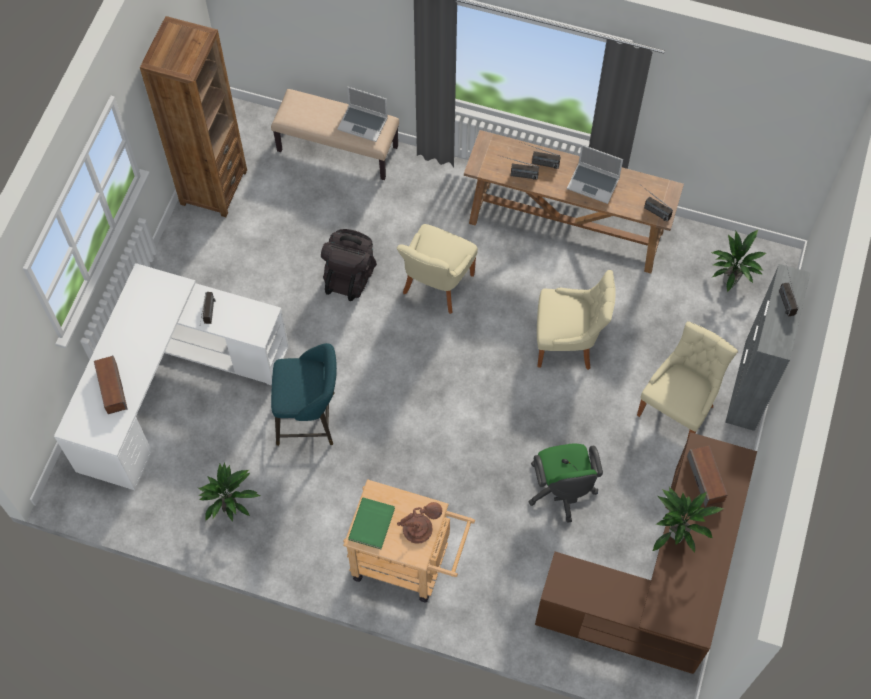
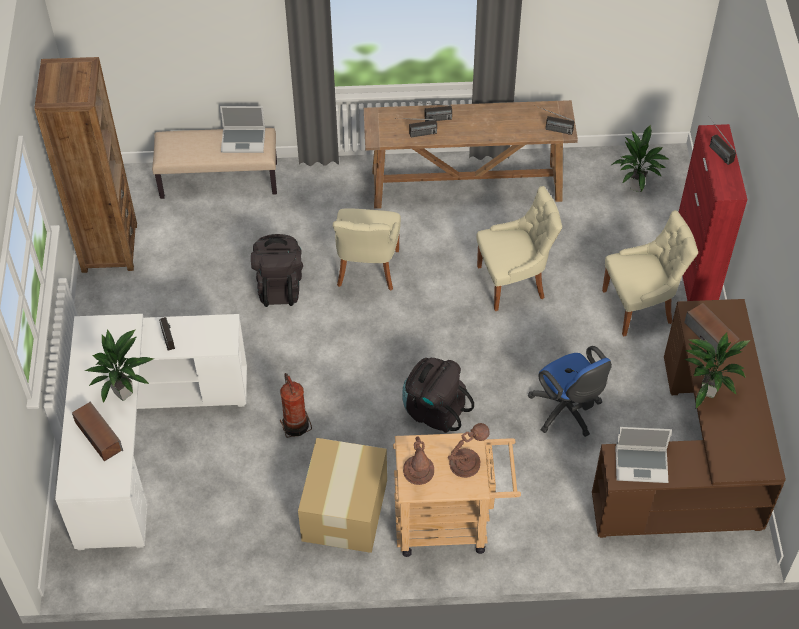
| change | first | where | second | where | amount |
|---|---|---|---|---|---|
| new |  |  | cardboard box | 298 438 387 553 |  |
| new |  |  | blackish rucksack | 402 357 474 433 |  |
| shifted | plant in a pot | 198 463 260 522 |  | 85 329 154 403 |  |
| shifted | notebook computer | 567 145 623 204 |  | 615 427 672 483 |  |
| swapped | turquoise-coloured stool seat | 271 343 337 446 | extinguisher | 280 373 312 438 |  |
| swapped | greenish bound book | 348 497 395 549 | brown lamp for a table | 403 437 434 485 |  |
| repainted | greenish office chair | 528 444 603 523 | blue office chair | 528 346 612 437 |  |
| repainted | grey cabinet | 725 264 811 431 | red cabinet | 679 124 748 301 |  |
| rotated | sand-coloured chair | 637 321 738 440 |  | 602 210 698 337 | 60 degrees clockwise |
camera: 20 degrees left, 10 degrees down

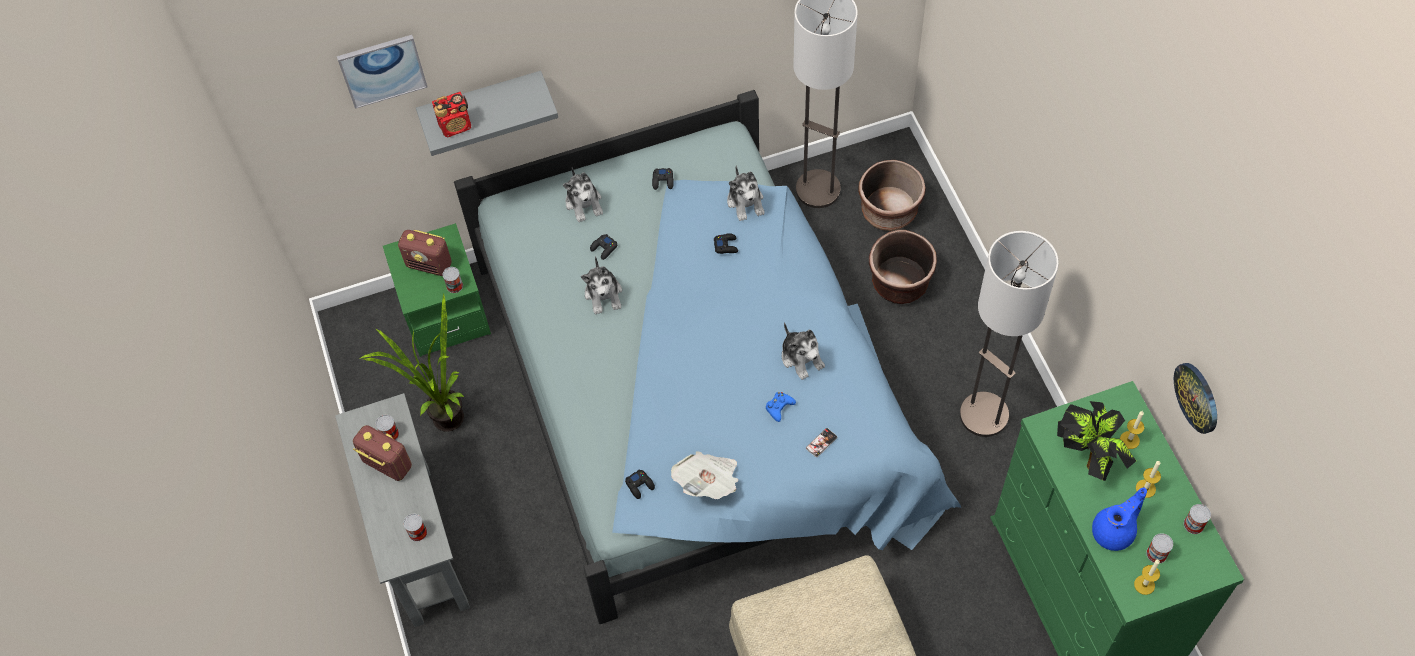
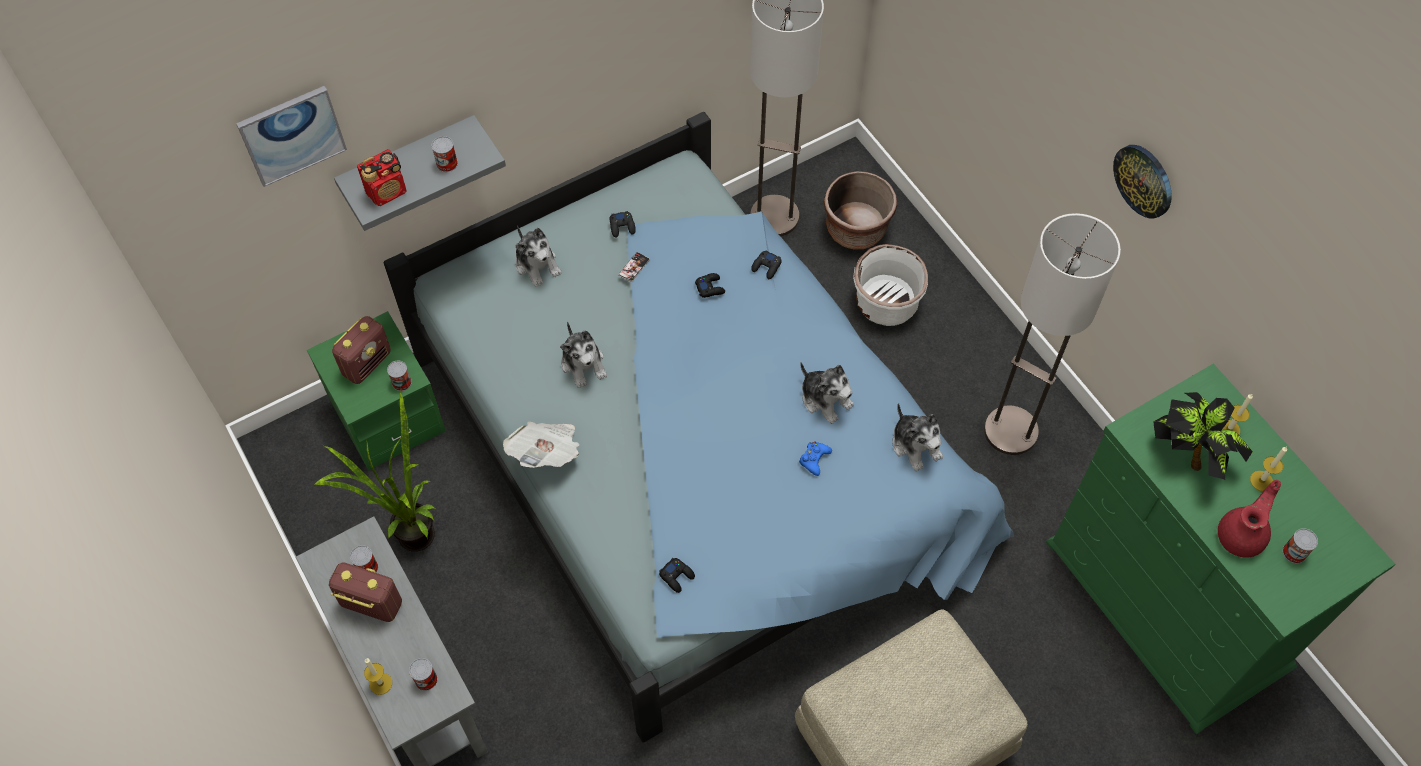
| change | first | where | second | where | amount |
|---|---|---|---|---|---|
| shifted | blackish joypad | 590 234 617 260 |  | 751 250 782 279 |  |
| shifted | newspaper | 671 451 738 499 |  | 503 422 580 468 |  |
| shifted | soft toy | 727 165 765 221 |  | 892 403 943 472 |  |
| shifted | phone | 806 428 837 457 |  | 619 252 650 282 |  |
| shifted | candle | 1134 560 1160 595 |  | 364 658 392 695 |  |
| shifted | clock on the wall | 1174 363 1217 434 |  | 1113 145 1172 219 |  |
| shifted | metal can | 1184 504 1211 534 |  | 431 136 458 172 |  |
| repainted | brown flower pot | 869 230 937 304 | white-coloured flower pot | 853 244 928 326 |  |
| repainted | blue pot for tea | 1092 487 1147 551 | red pot for tea | 1218 480 1281 557 |  |
| rotated | radio receiver | 398 230 452 276 |  | 332 316 391 384 | 60 degrees counterclockwise |
camera: 15 degrees left, 0 degrees up

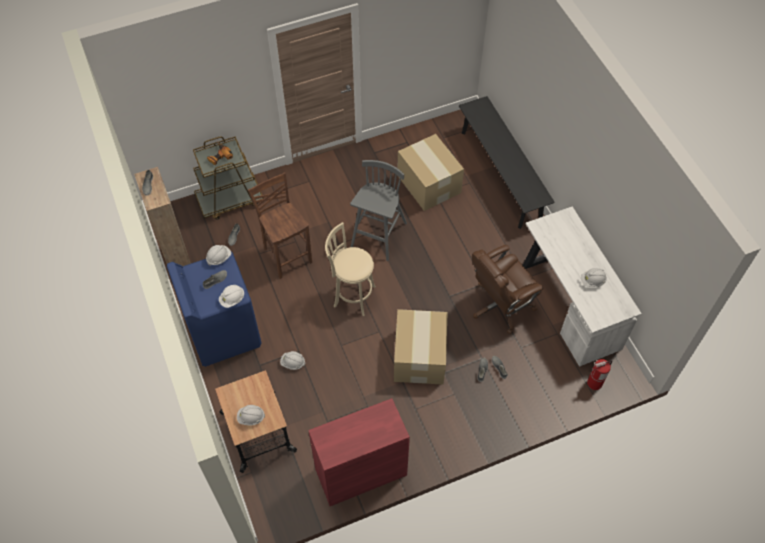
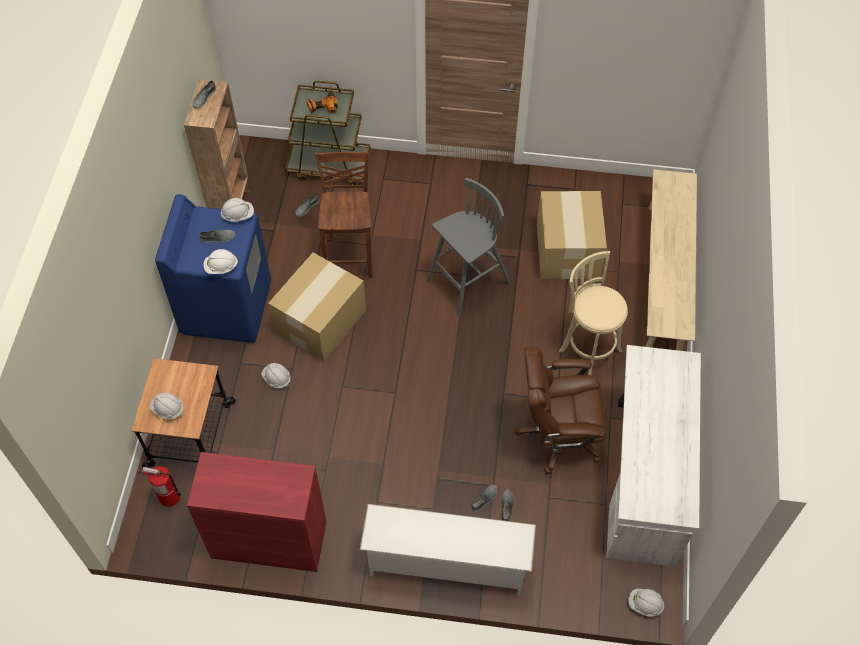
| change | first | where | second | where | amount |
|---|---|---|---|---|---|
| new |  |  | white-coloured shoe shelf | 360 504 536 595 |  |
| shifted | sand-coloured stool seat | 325 222 376 316 |  | 559 251 628 375 |  |
| shifted | cardboard box | 394 309 448 385 |  | 268 253 366 362 |  |
| shifted | white-coloured hard hat | 581 268 607 287 |  | 628 589 664 616 |  |
| shifted | extinguisher | 587 359 612 390 |  | 142 466 181 507 |  |
| repainted | blackish long seat | 459 96 555 229 | sand-coloured long seat | 645 169 697 351 |  |
camera: 30 degrees right, 0 degrees up

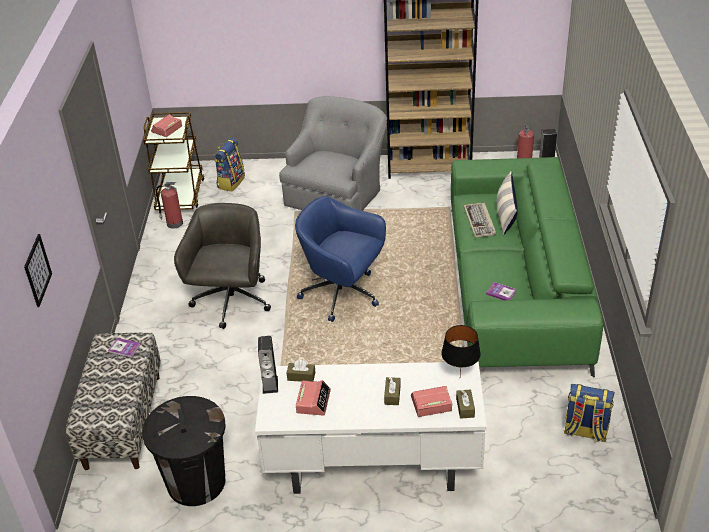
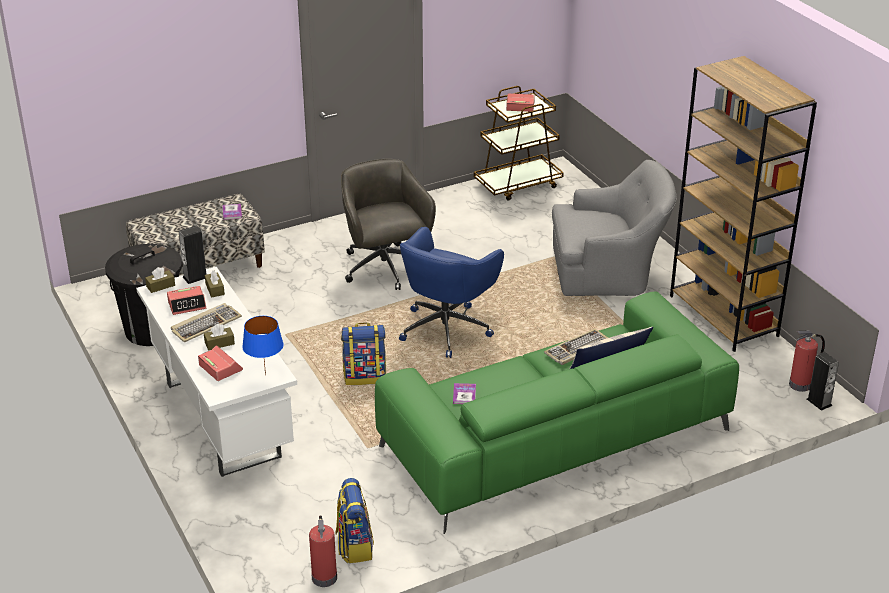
| change | first | where | second | where | amount |
|---|---|---|---|---|---|
| gone | wall picture | 24 234 52 307 |  |  |  |
| new |  |  | computer keyboard | 171 303 242 343 |  |
| shifted | extinguisher | 156 182 183 229 |  | 309 516 337 587 |  |
| shifted | rucksack | 214 138 245 191 |  | 341 323 386 385 |  |
| shifted | brown box of tissues | 456 389 475 419 |  | 145 267 175 293 |  |
| repainted | blackish lamp for a table | 441 325 481 375 | blue lamp for a table | 242 316 283 375 |  |
| rotated | grey office chair | 174 203 271 329 |  | 341 159 436 290 | 90 degrees counterclockwise |
| rotated | blue office chair | 295 196 386 322 |  | 399 227 504 358 | 150 degrees counterclockwise |
camera: 60 degrees right, 5 degrees down

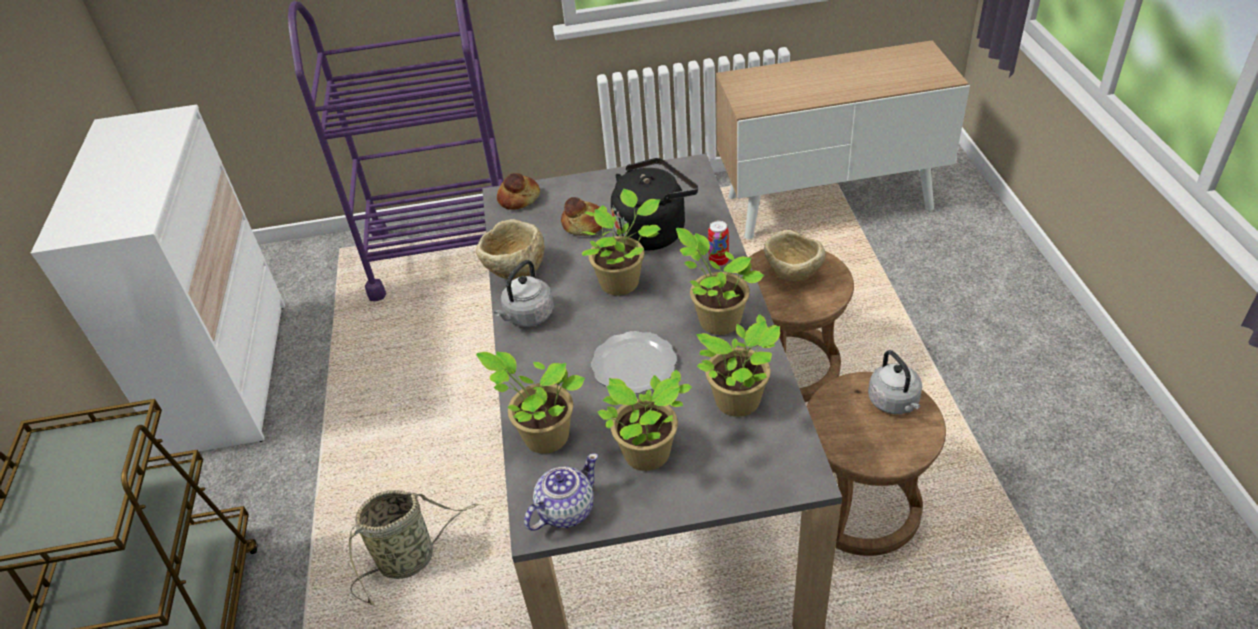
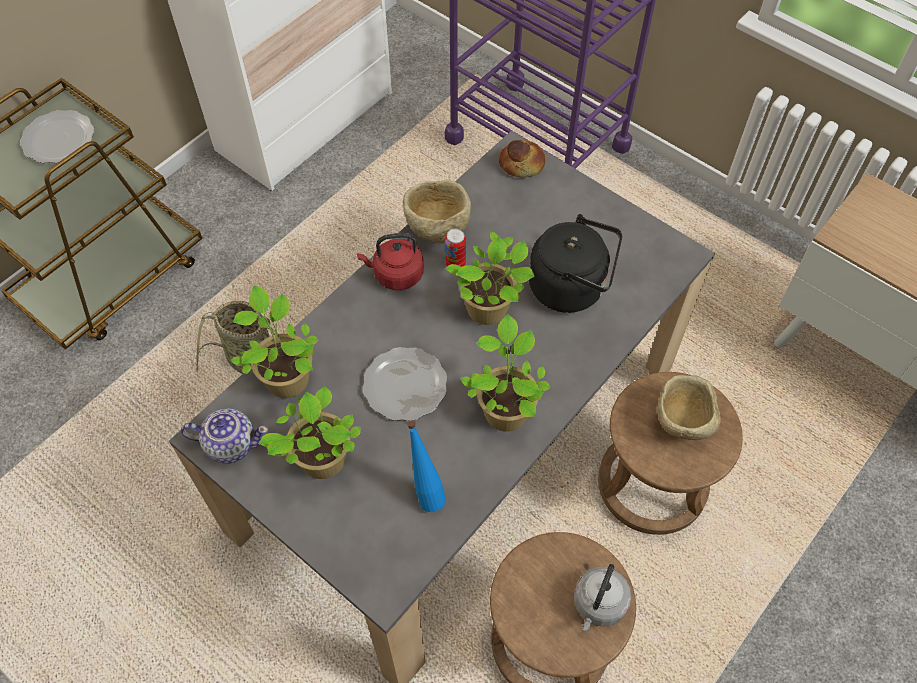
| change | first | where | second | where | amount |
|---|---|---|---|---|---|
| gone | bakery bread | 561 197 602 236 |  |  |  |
| new |  |  | dinner plate | 20 110 95 163 |  |
| shifted | metal can | 708 221 729 267 |  | 445 229 466 267 |  |
| swapped | plant in a pot | 696 314 780 417 | blue drink bottle | 407 420 446 512 |  |
| repainted | grey water kettle | 494 260 554 327 | red water kettle | 357 233 424 290 |  |
camera: 45 degrees right, 15 degrees up

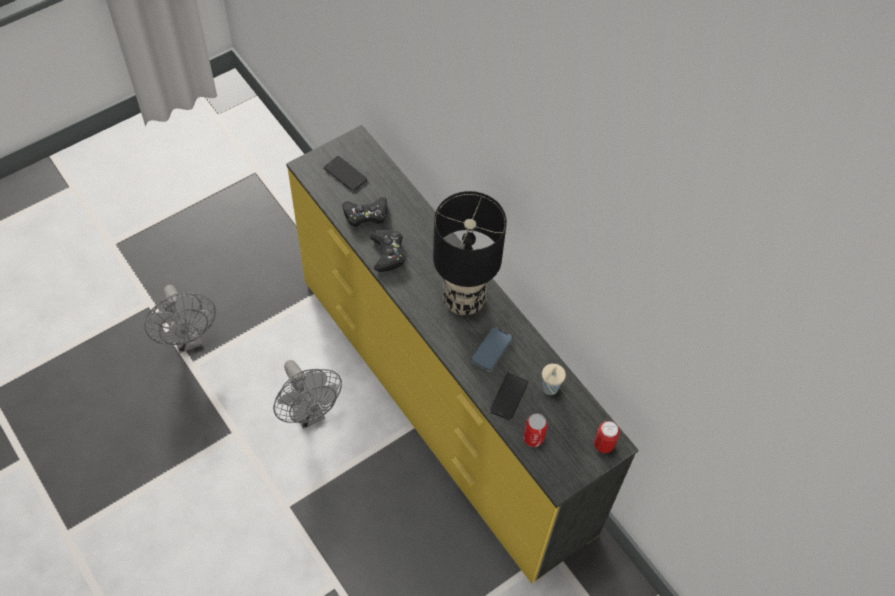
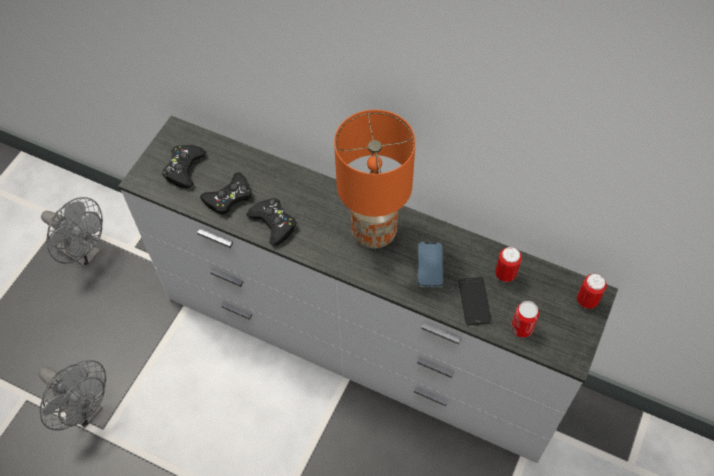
| change | first | where | second | where | amount |
|---|---|---|---|---|---|
| shifted | grey electric fan | 273 360 342 429 |  | 41 197 103 268 |  |
| swapped | phone | 324 156 367 191 | blackish joypad | 162 145 206 189 |  |
| swapped | sand-coloured small cup | 542 364 566 395 | metal can | 495 247 522 282 |  |
| repainted | yellow chest of drawers | 286 125 638 584 | white-coloured chest of drawers | 118 116 619 463 |  |
| repainted | blackish lamp for a table | 433 191 507 315 | orange-coloured lamp for a table | 334 110 416 248 |  |
camera: 25 degrees left, 0 degrees up

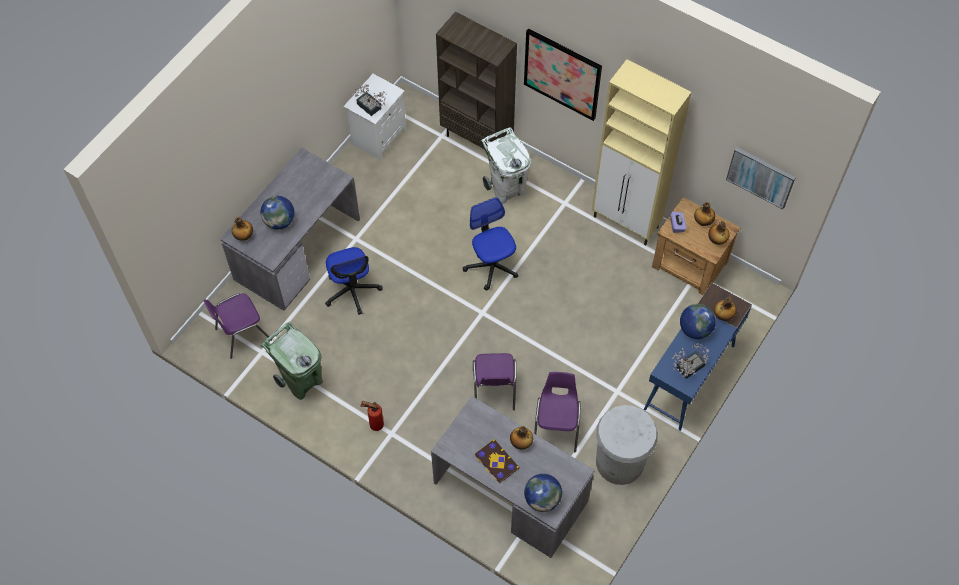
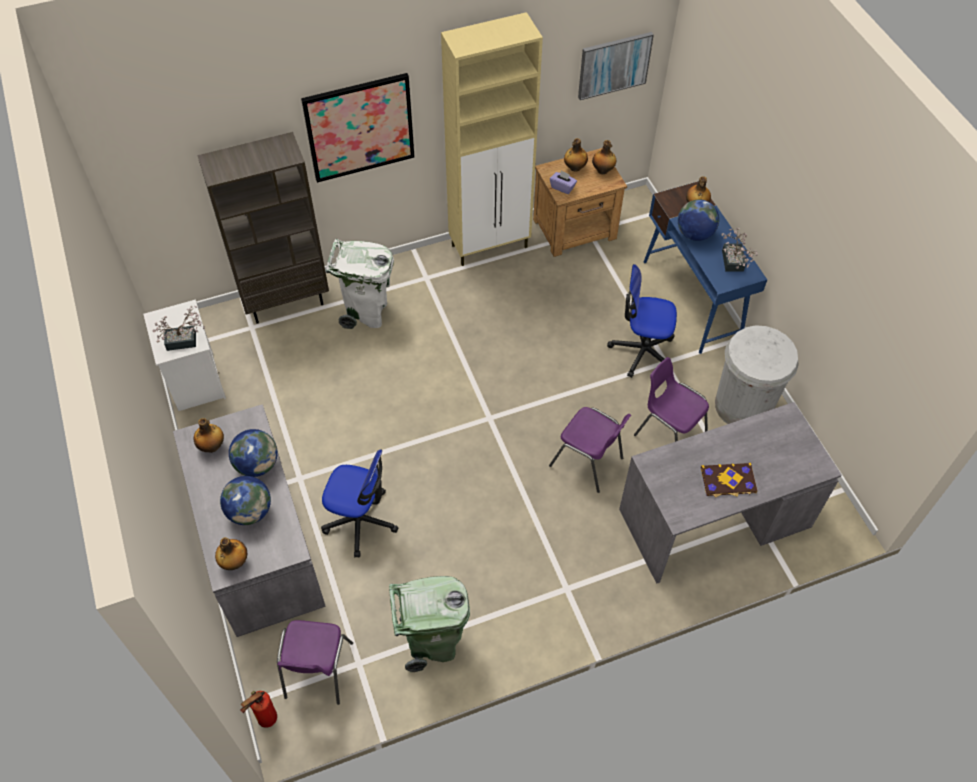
| change | first | where | second | where | amount |
|---|---|---|---|---|---|
| shifted | extinguisher | 360 401 384 431 |  | 241 691 277 728 |  |
| shifted | office chair | 463 197 518 290 |  | 607 264 677 378 |  |
| shifted | drink bottle | 510 426 533 449 |  | 193 418 224 453 |  |
| shifted | world globe | 524 474 562 512 |  | 229 429 278 477 |  |
camera: 55 degrees left, 5 degrees down

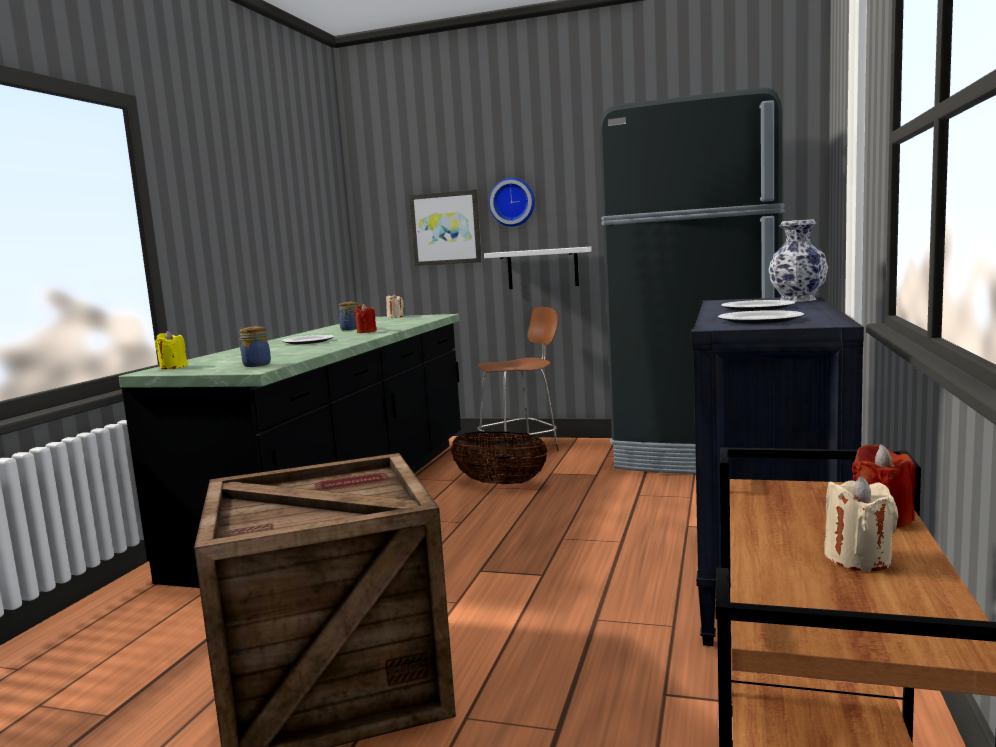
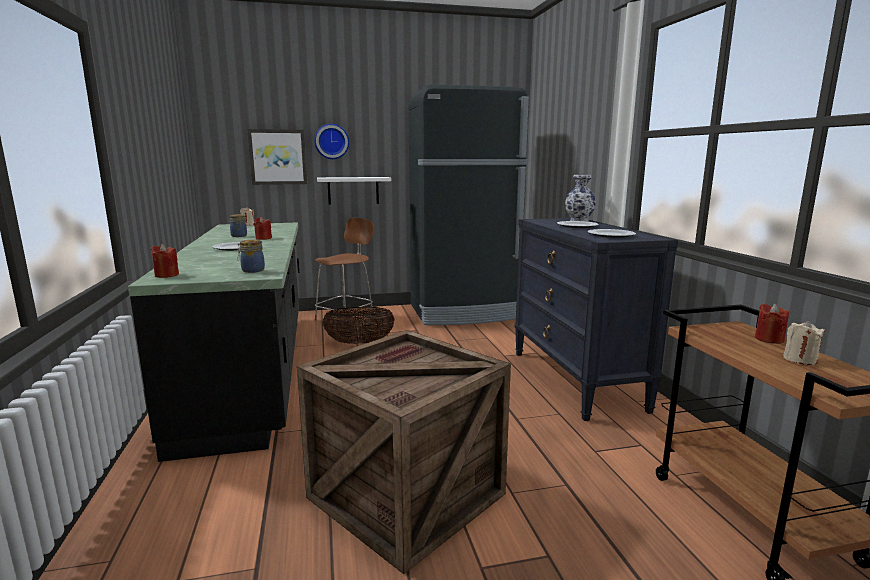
| change | first | where | second | where | amount |
|---|---|---|---|---|---|
| repainted | yellow candle | 155 331 188 369 | red candle | 151 244 179 278 |  |
camera: 30 degrees left, 5 degrees up

